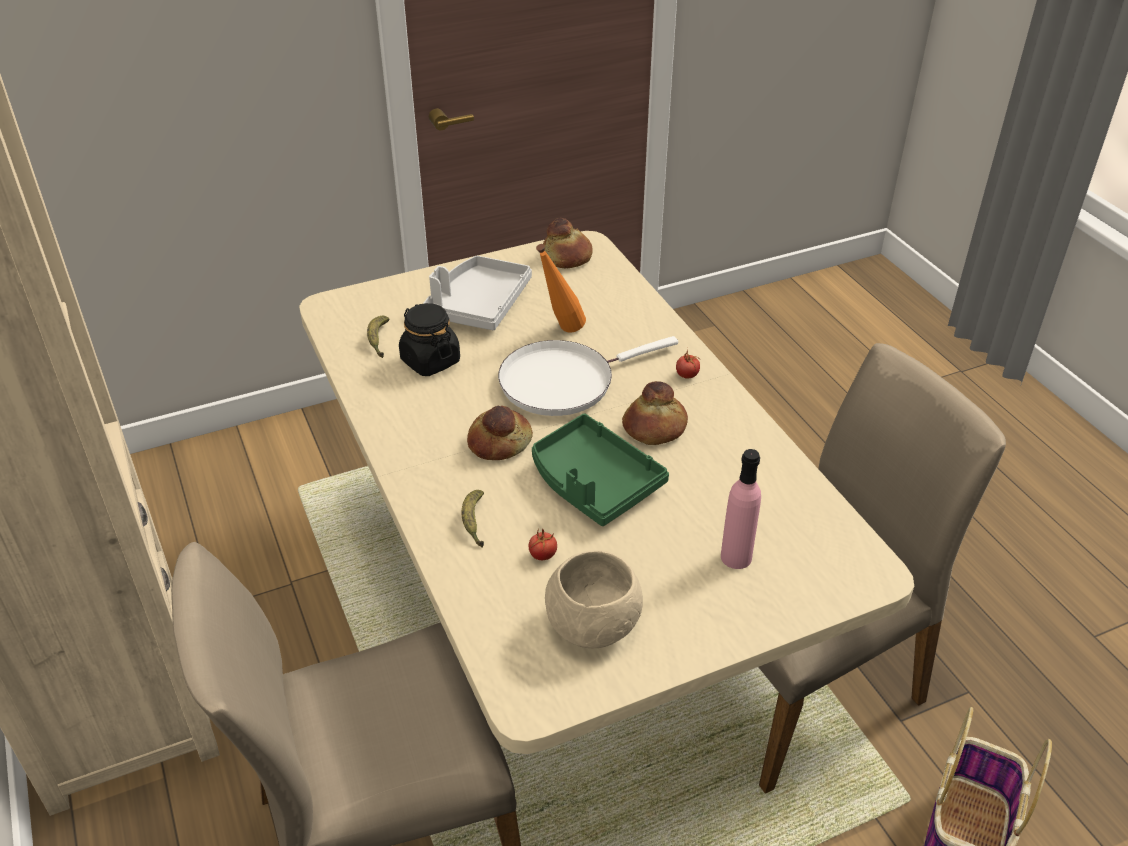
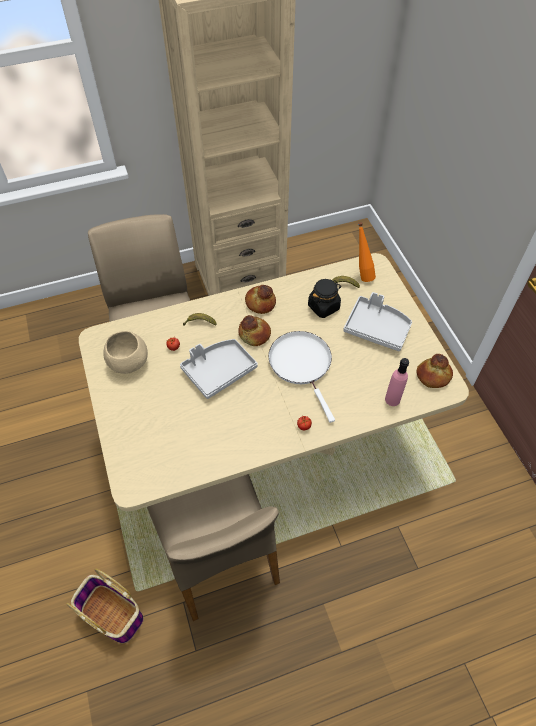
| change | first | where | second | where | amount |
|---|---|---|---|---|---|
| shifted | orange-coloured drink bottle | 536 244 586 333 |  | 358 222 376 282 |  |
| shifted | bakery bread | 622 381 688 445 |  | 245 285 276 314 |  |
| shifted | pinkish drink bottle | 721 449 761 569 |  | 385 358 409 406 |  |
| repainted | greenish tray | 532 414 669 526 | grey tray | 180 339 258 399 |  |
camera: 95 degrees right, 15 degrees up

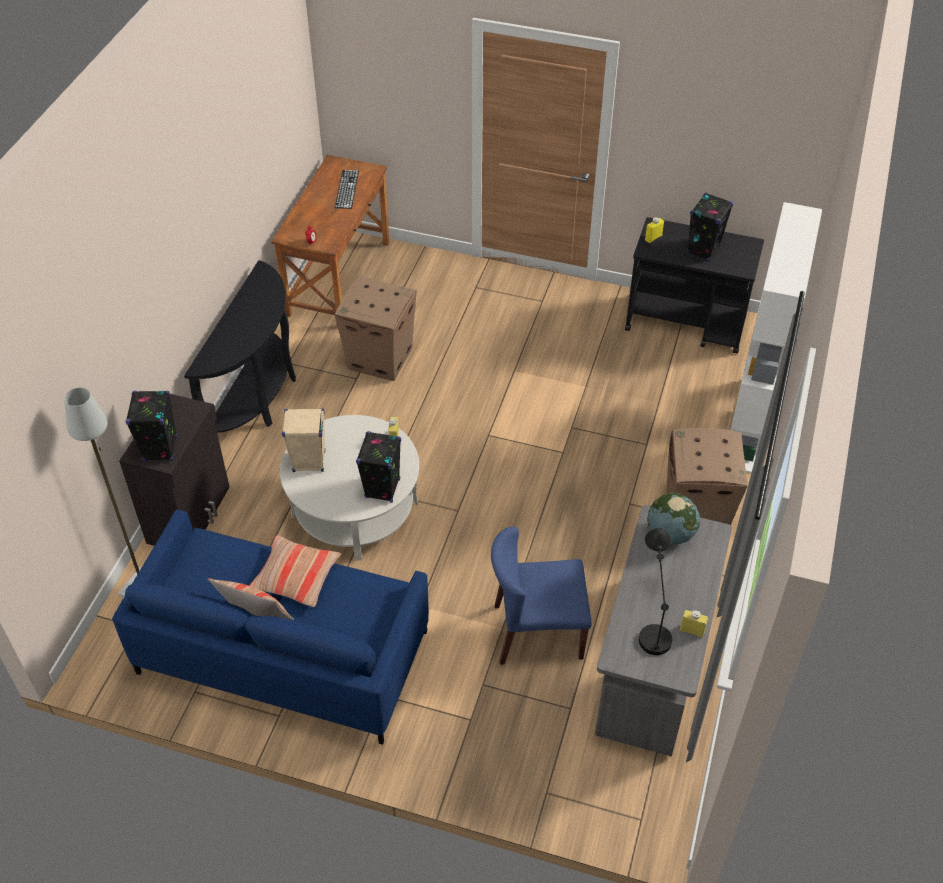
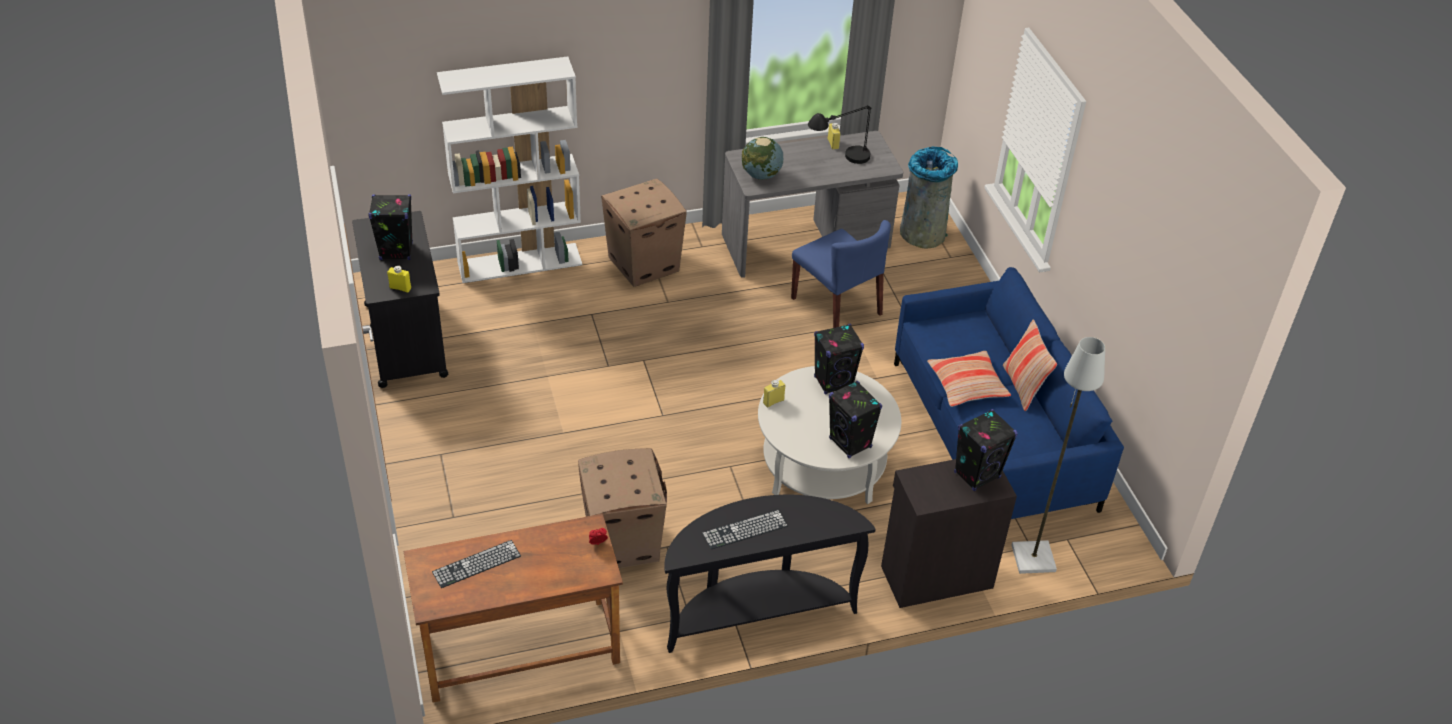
| change | first | where | second | where | amount |
|---|---|---|---|---|---|
| new |  |  | computer keyboard | 702 510 788 549 |  |
| new |  |  | grey trash can | 900 146 958 248 |  |
| repainted | sand-coloured audio speaker | 282 408 325 472 | blackish audio speaker | 829 381 882 458 |  |
camera: 125 degrees left, 5 degrees down

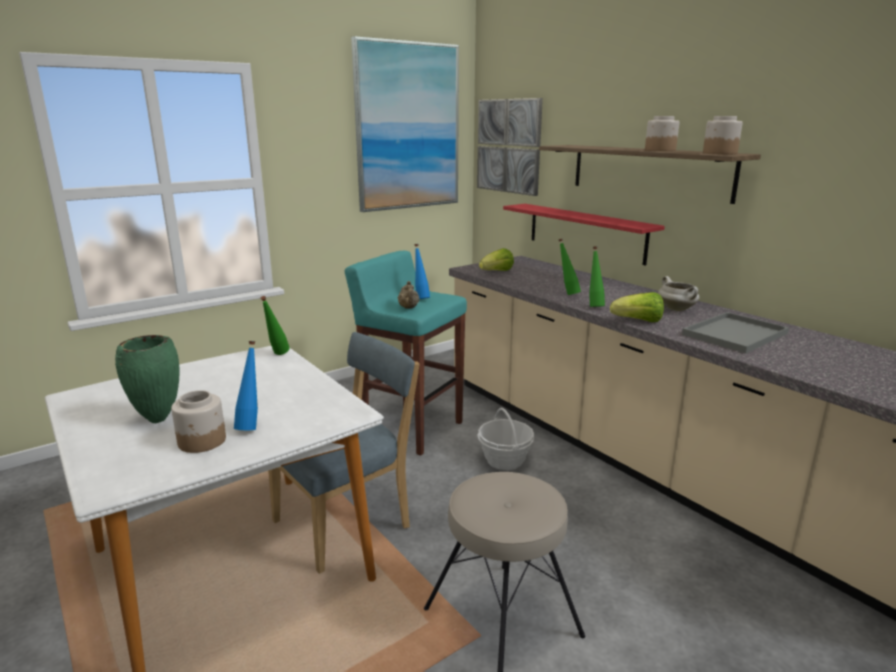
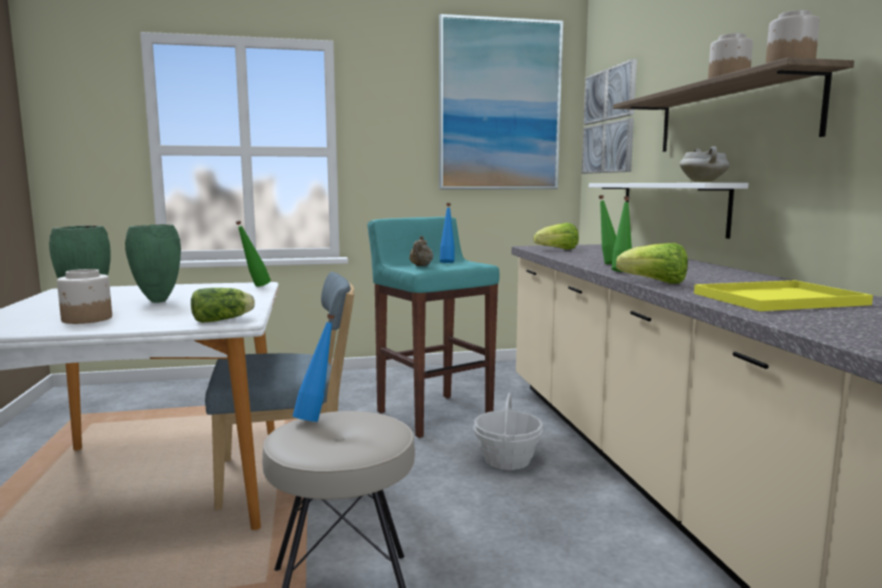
| change | first | where | second | where | amount |
|---|---|---|---|---|---|
| new |  |  | greenish vase | 125 224 181 303 |  |
| new |  |  | head of lettuce | 191 288 255 323 |  |
| shifted | blue drink bottle | 234 341 258 430 |  | 293 314 335 422 |  |
| shifted | white-coloured cooking pot | 658 276 700 311 |  | 680 146 729 182 |  |
| repainted | red wall shelf | 503 204 665 265 | white-coloured wall shelf | 589 183 748 239 |  |
| repainted | grey tray | 682 312 789 353 | yellow tray | 694 280 873 311 |  |
camera: 25 degrees right, 10 degrees down

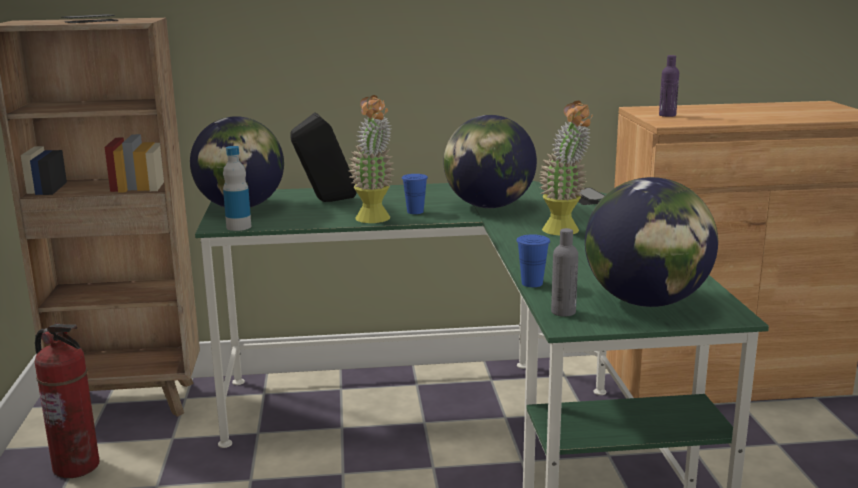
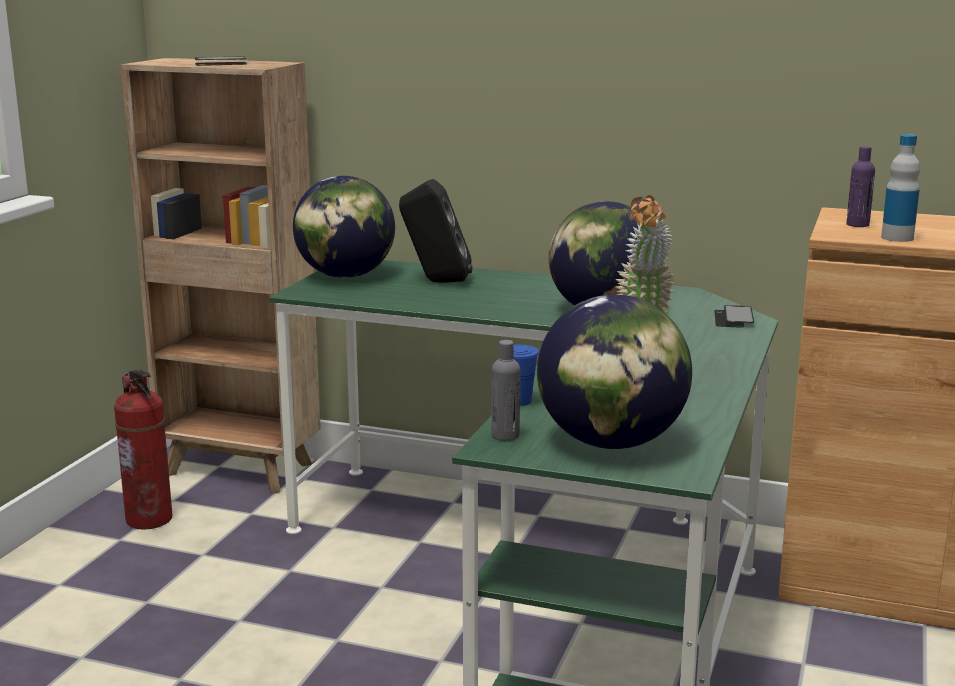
| change | first | where | second | where | amount |
|---|---|---|---|---|---|
| gone | plant in a pot | 349 95 394 223 |  |  |  |
| gone | blue small cup | 402 174 428 214 |  |  |  |
| shifted | drink bottle | 223 146 251 231 |  | 881 134 920 242 |  |
camera: 25 degrees right, 0 degrees up

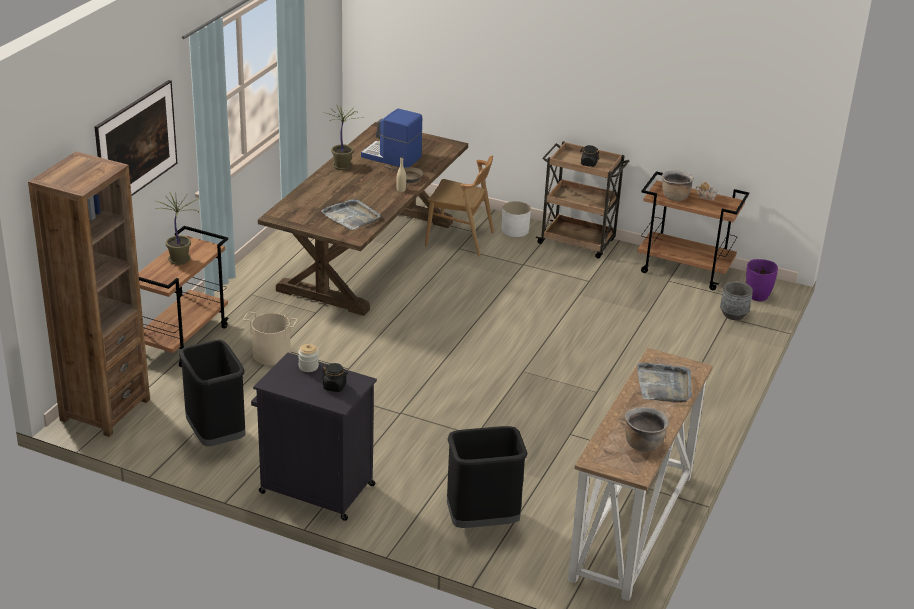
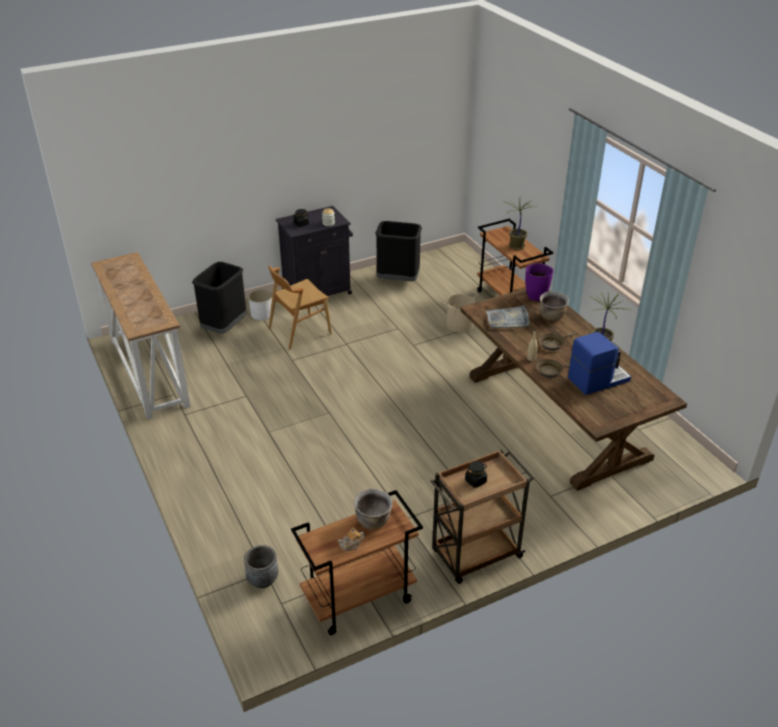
| change | first | where | second | where | amount |
|---|---|---|---|---|---|
| gone | brown shelving unit | 28 151 150 437 |  |  |  |
| gone | wall picture | 94 80 178 196 |  |  |  |
| gone | grey tray | 637 363 692 402 |  |  |  |
| new |  |  | brown pan | 539 333 576 351 |  |
| shifted | brown chair | 425 155 494 257 |  | 268 266 332 350 |  |
| shifted | white-coloured flower pot | 502 201 531 237 |  | 248 290 272 320 |  |
| shifted | brown cooking pot | 625 407 669 452 |  | 539 291 569 321 |  |
| shifted | purple vase | 746 259 778 301 |  | 525 263 553 301 |  |
camera: 130 degrees right, 5 degrees up

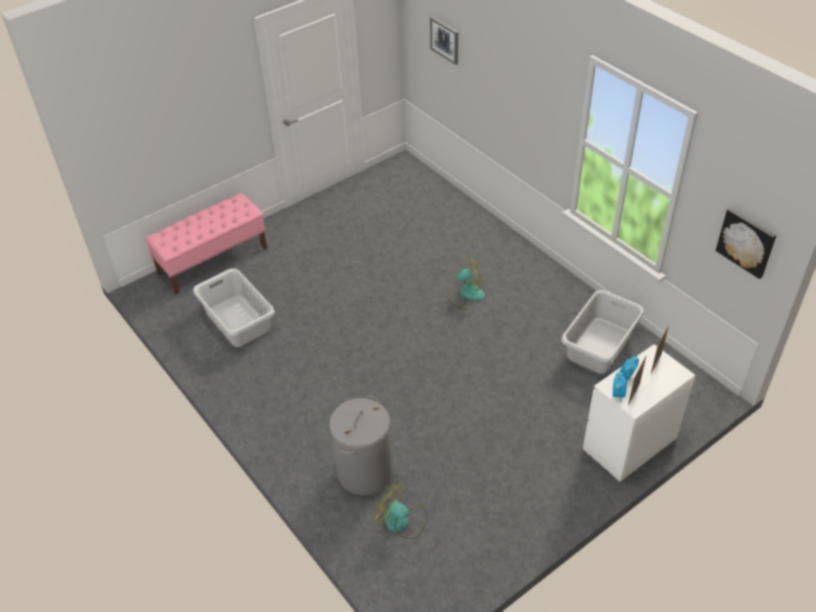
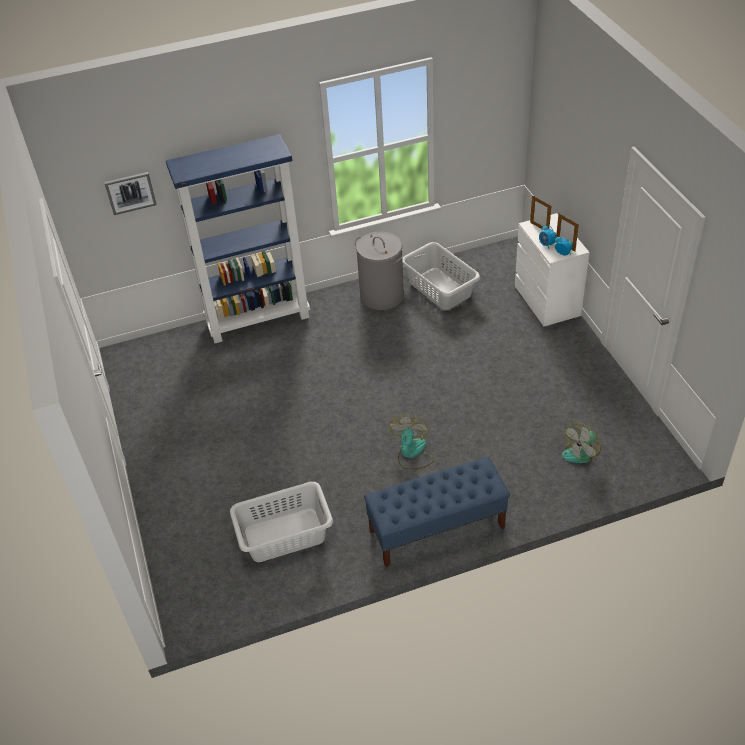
| change | first | where | second | where | amount |
|---|---|---|---|---|---|
| gone | pinkish long seat | 145 193 267 294 |  |  |  |
| gone | wall picture | 716 208 776 279 |  |  |  |
| new |  |  | blue shelving unit | 166 134 310 343 |  |
| new |  |  | blue long seat | 364 457 510 568 |  |
| shifted | grey hamper | 330 396 393 495 |  | 355 232 404 310 |  |
| shifted | electric fan | 447 254 485 310 |  | 389 415 434 469 |  |
camera: 70 degrees left, 0 degrees up

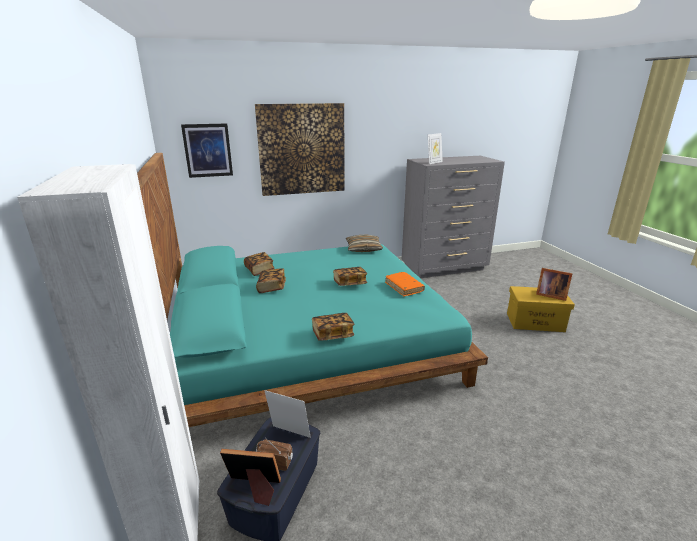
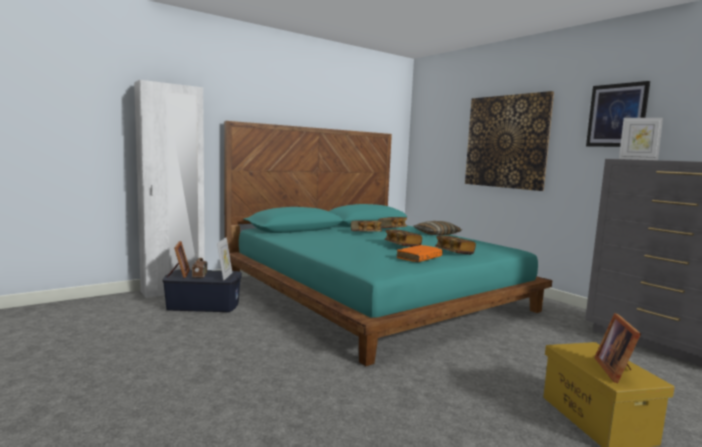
| change | first | where | second | where | amount |
|---|---|---|---|---|---|
| shifted | wall picture | 181 124 233 178 |  | 586 81 650 147 |  |
| shifted | bound book | 312 313 354 341 |  | 435 236 476 255 |  |
| shifted | cushion | 346 234 383 252 |  | 413 221 462 235 |  |
camera: 70 degrees right, 15 degrees down

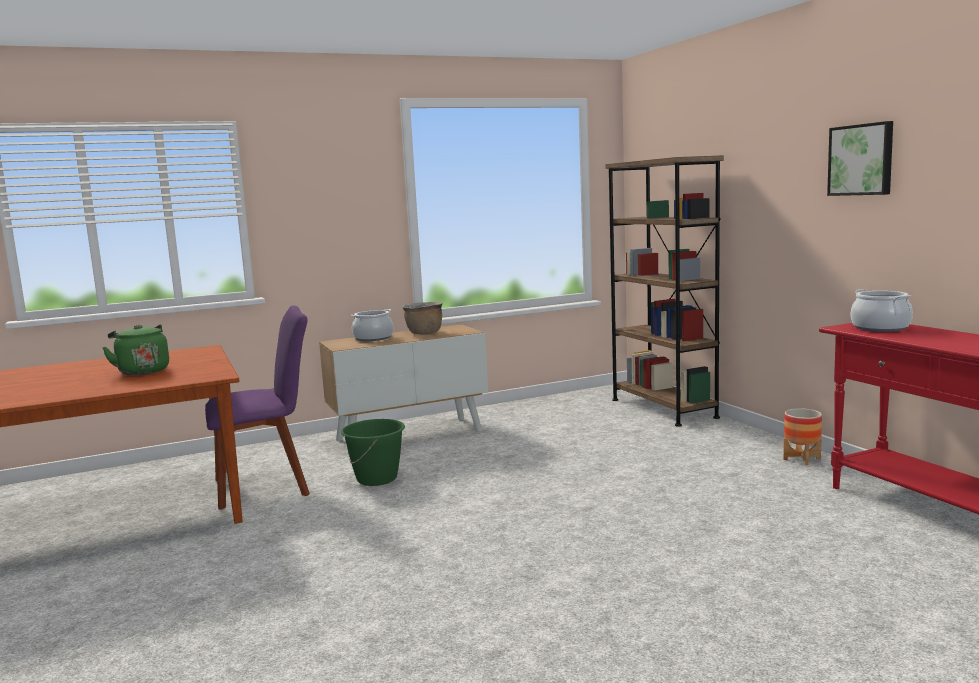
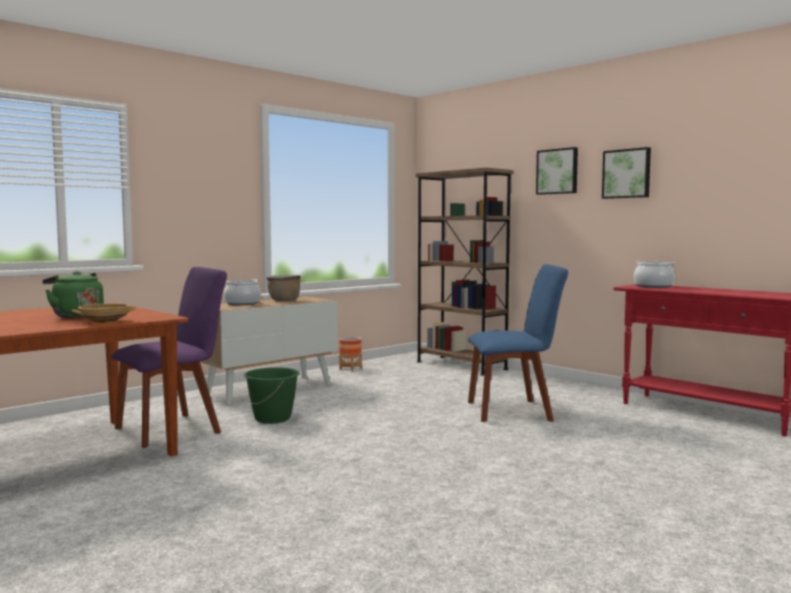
| change | first | where | second | where | amount |
|---|---|---|---|---|---|
| new |  |  | sand-coloured serving bowl | 72 303 136 323 |  |
| new |  |  | blue chair | 468 264 568 422 |  |
| new |  |  | wall picture | 536 147 578 195 |  |
| shifted | flower pot | 783 408 822 466 |  | 339 337 362 371 |  |
camera: 20 degrees left, 5 degrees down

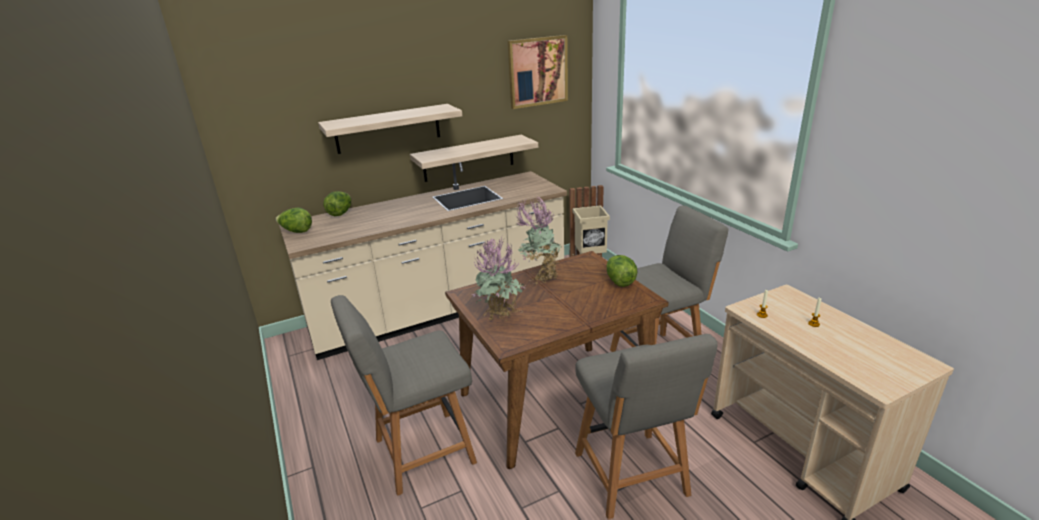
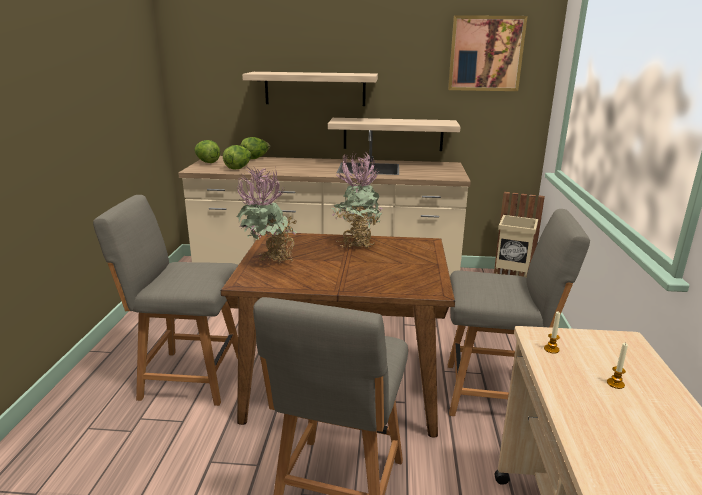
| change | first | where | second | where | amount |
|---|---|---|---|---|---|
| shifted | head of lettuce | 607 255 637 287 |  | 223 145 251 169 |  |
camera: 30 degrees right, 5 degrees down

